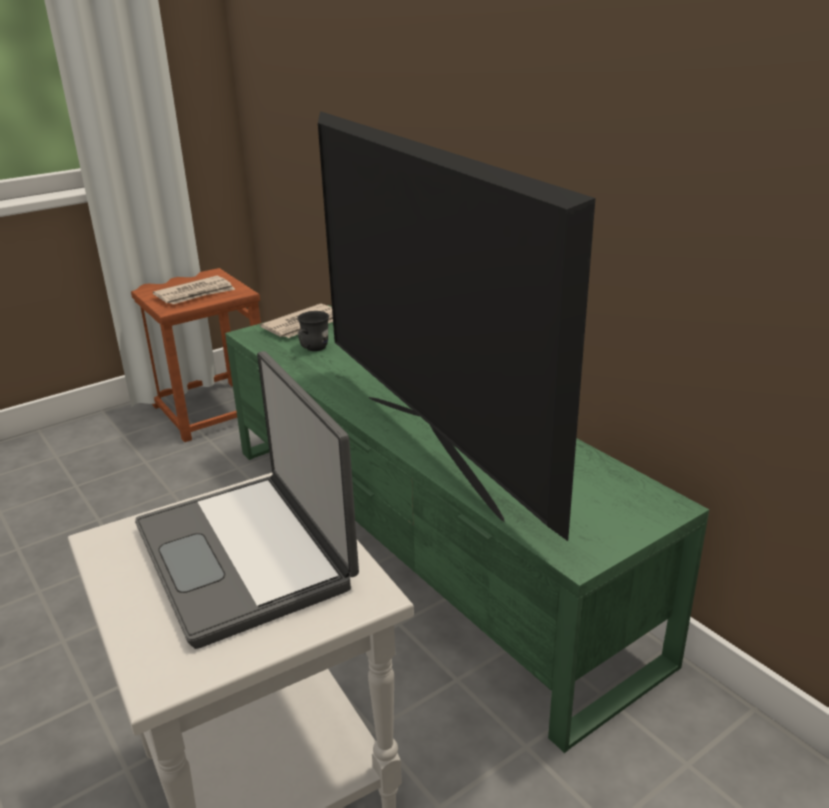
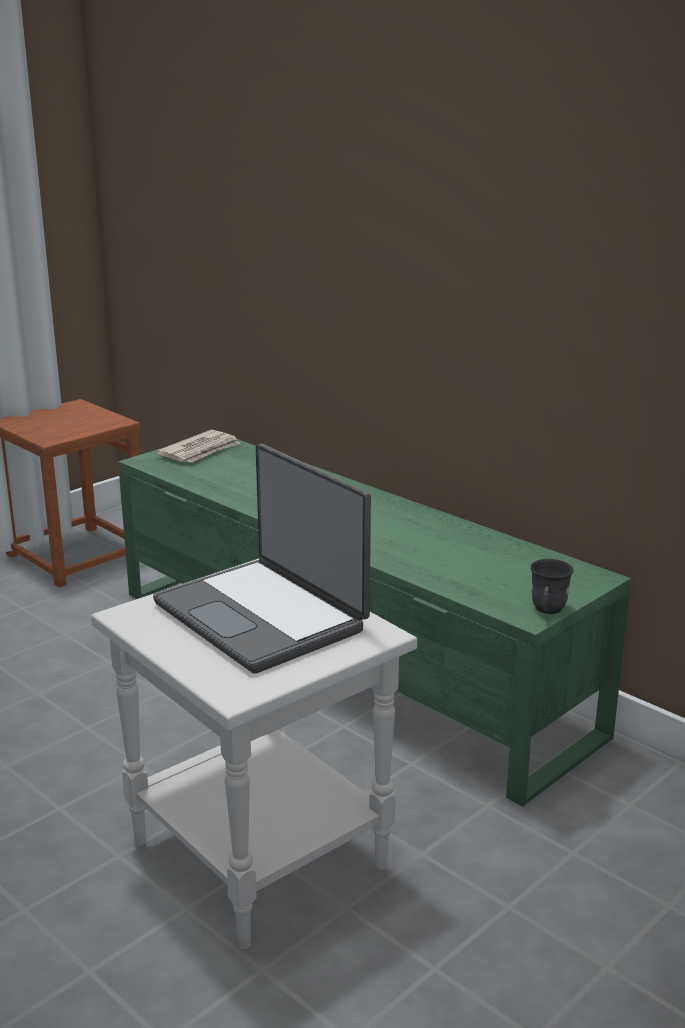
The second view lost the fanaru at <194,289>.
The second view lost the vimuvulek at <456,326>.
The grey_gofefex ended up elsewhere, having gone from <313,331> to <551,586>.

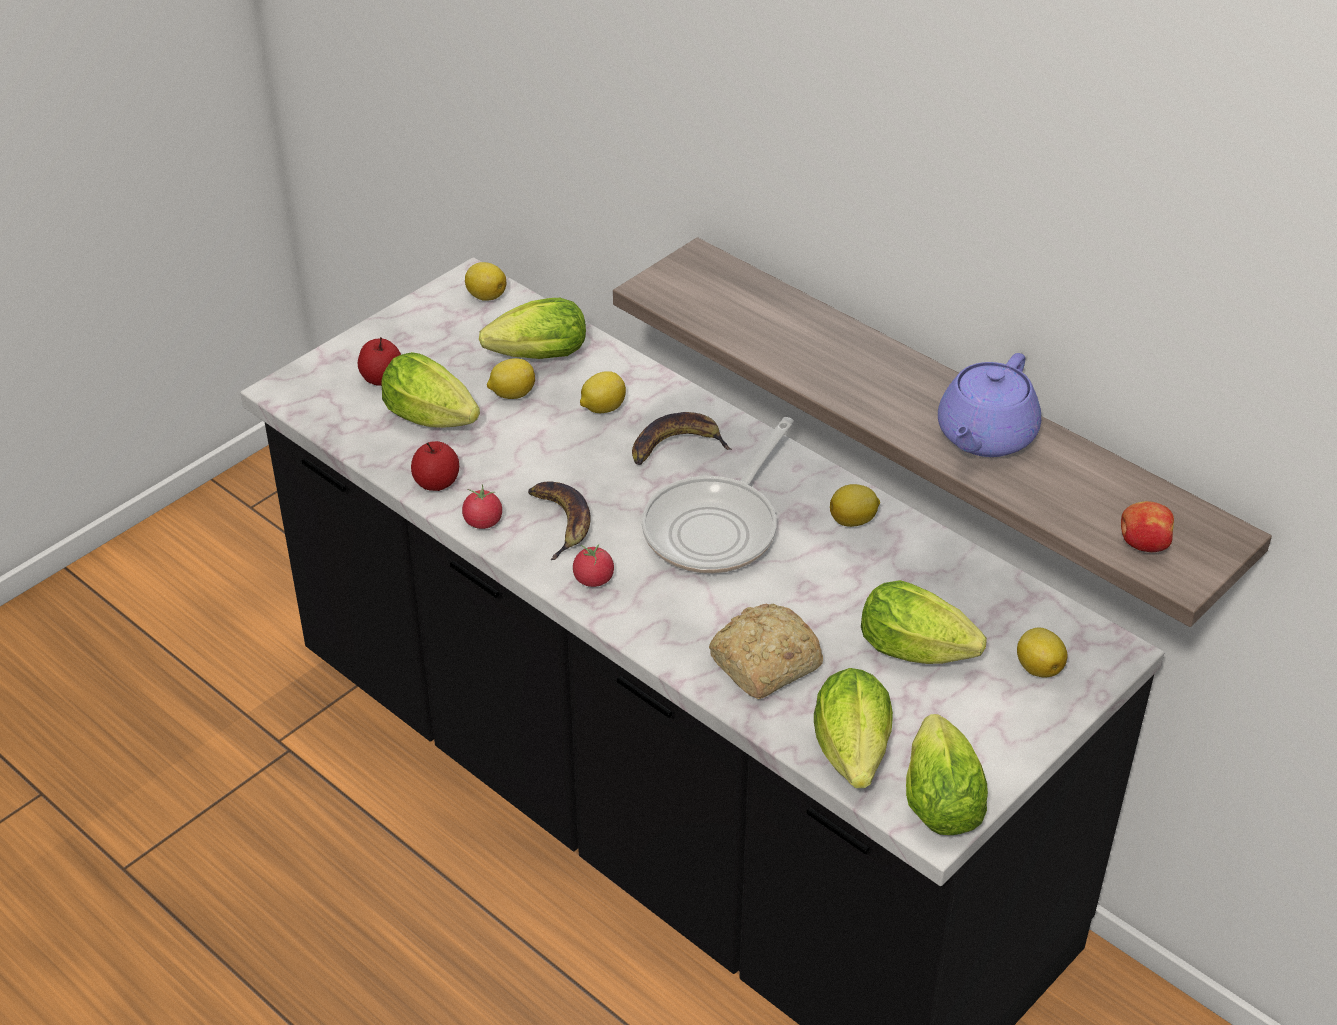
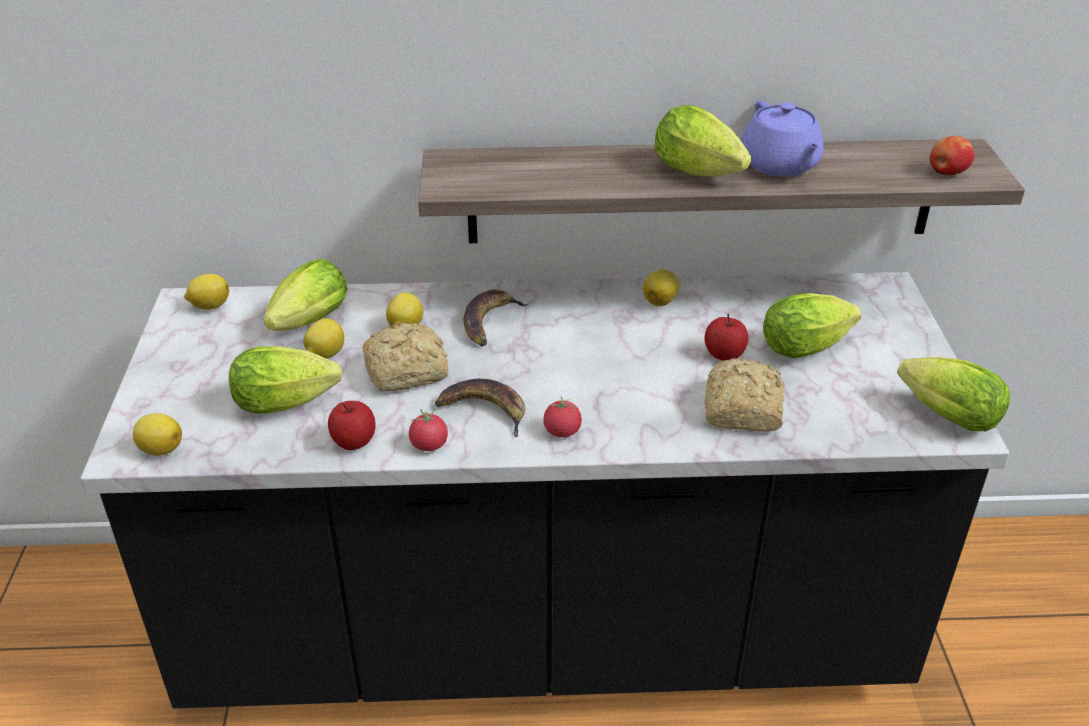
The second view lost the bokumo at <718,495>.
The second view gained the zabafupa at <406,357>.
The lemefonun ended up elsewhere, having gone from <379,361> to <726,337>.
The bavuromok ended up elsewhere, having gone from <853,728> to <703,141>.
The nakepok ended up elsewhere, having gone from <1042,652> to <157,434>.

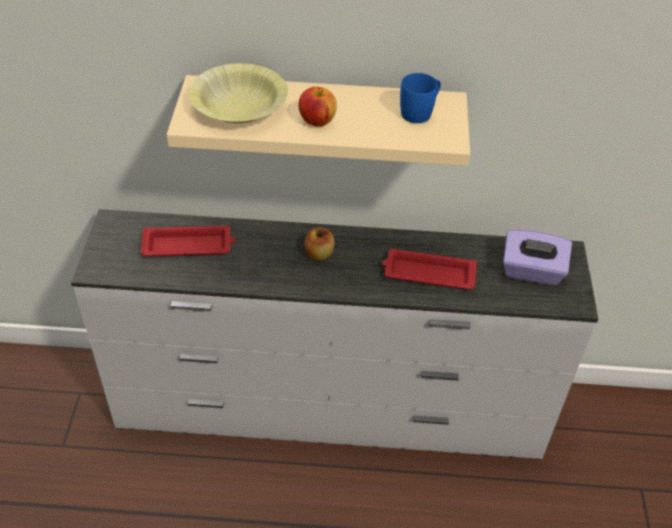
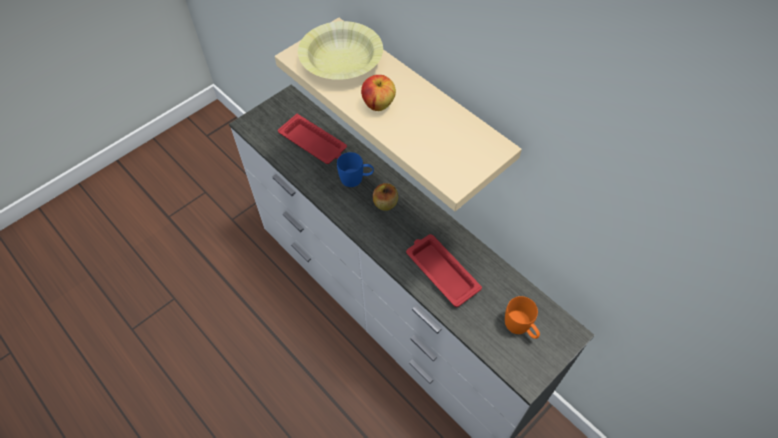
The blue_gofefex ended up elsewhere, having gone from <420,98> to <355,169>.
Where the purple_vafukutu stood at <537,257>, the orange_gofefex came to stand at <522,317>.

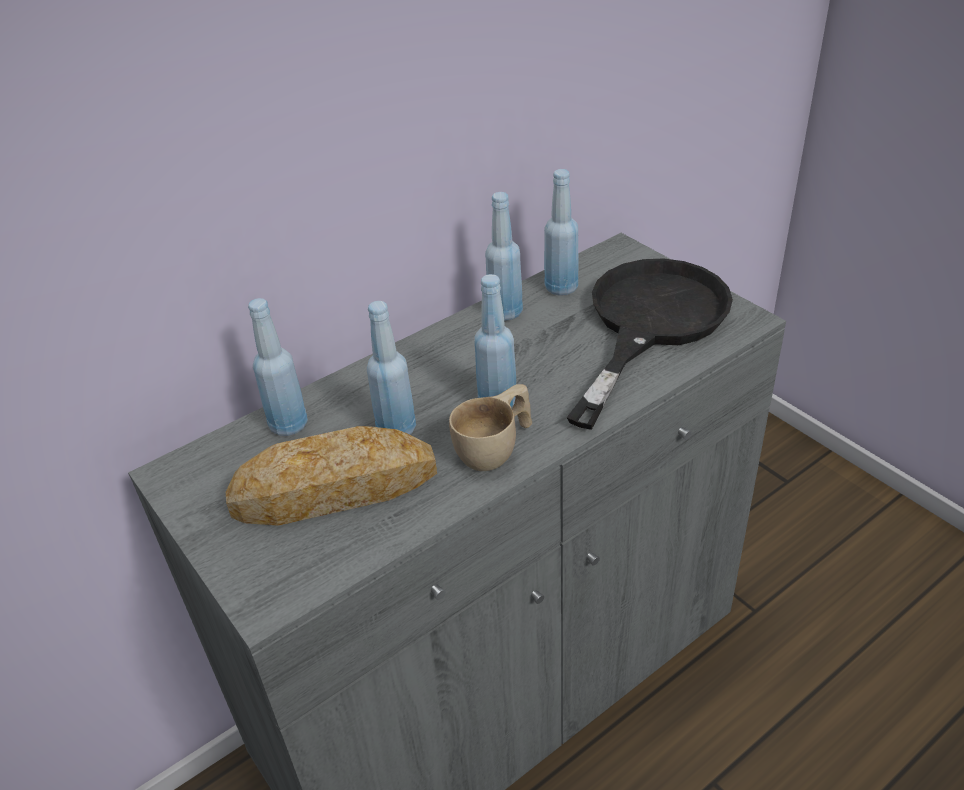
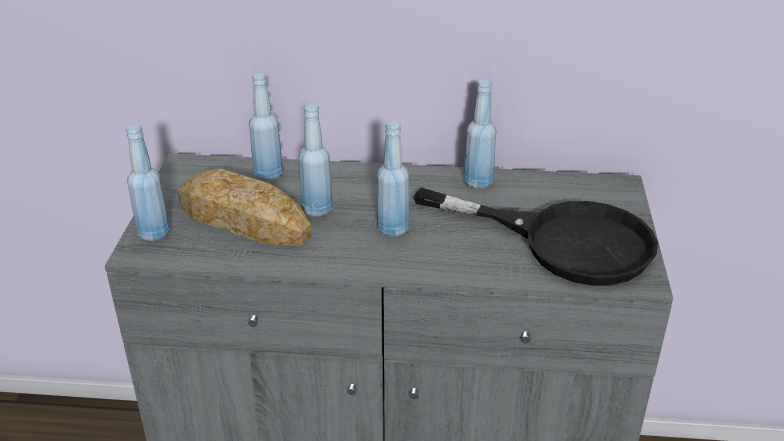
The second view lost the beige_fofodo at <490,427>.
The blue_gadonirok ended up elsewhere, having gone from <561,232> to <148,182>.
The black_bokumo at <650,344> ended up facing another way, 45 degrees clockwise from before.

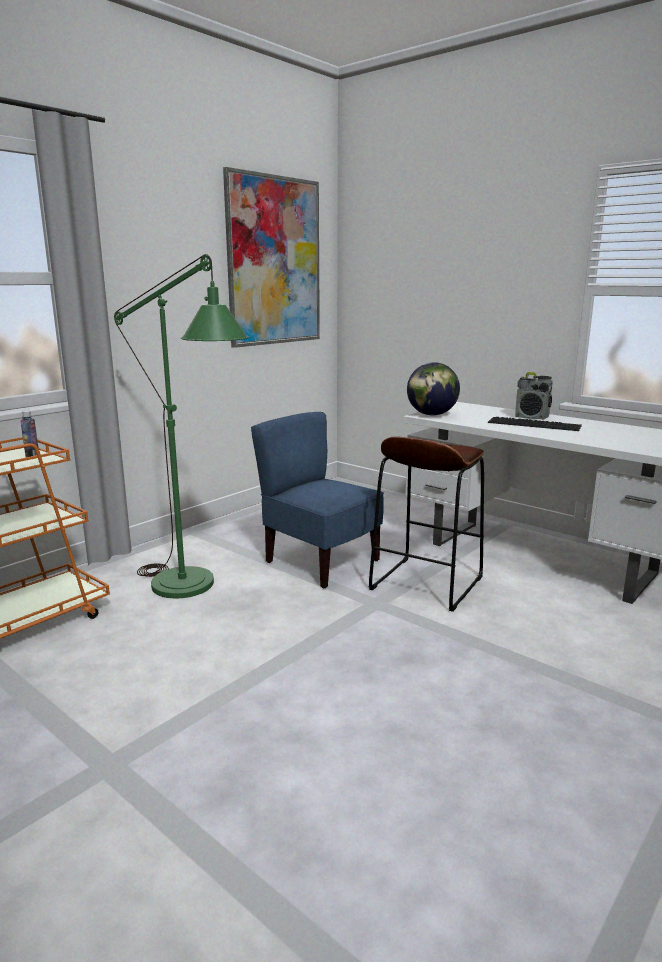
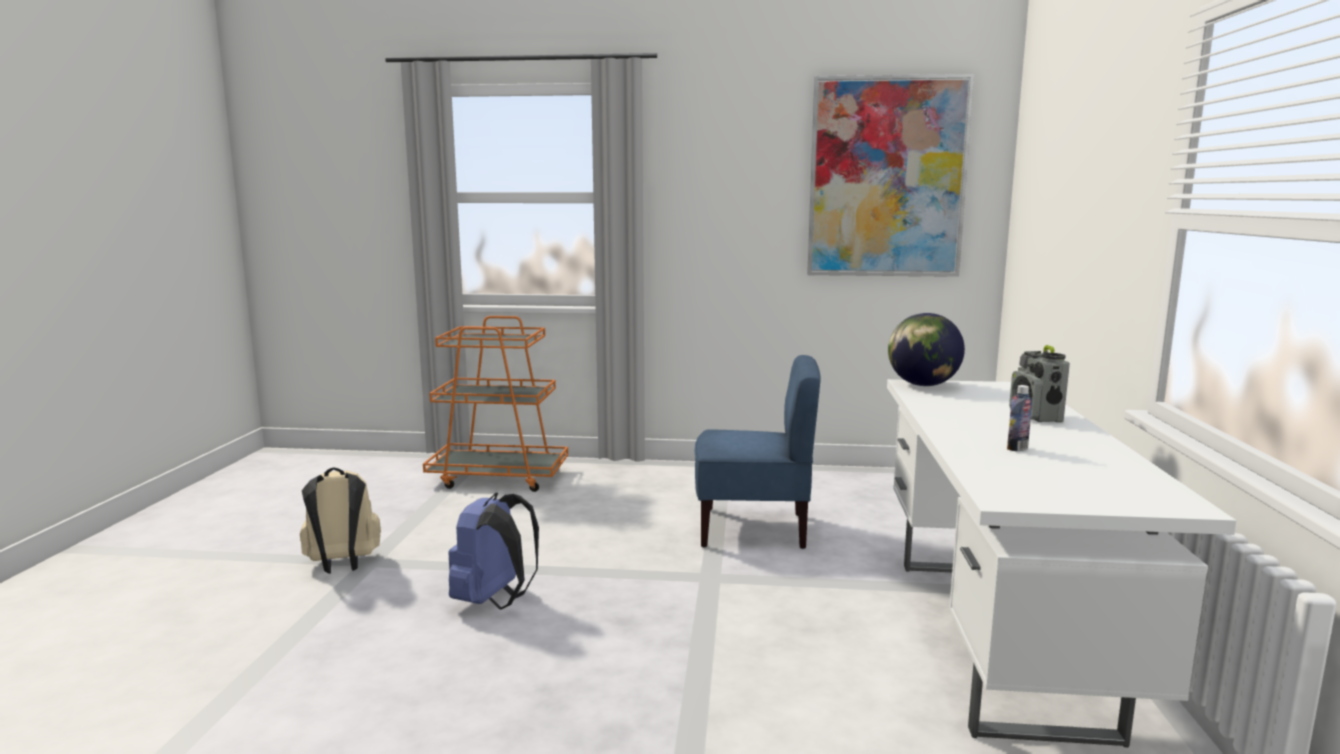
The second view lost the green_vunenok at <181,426>.
The second view lost the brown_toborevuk at <426,524>.
The second view lost the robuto at <535,424>.
The second view gained the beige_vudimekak at <340,520>.
The second view gained the blue_vudimekak at <494,551>.
The gadonirok ended up elsewhere, having gone from <29,434> to <1020,418>.
The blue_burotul at <317,500> ended up facing another way, 90 degrees clockwise from before.

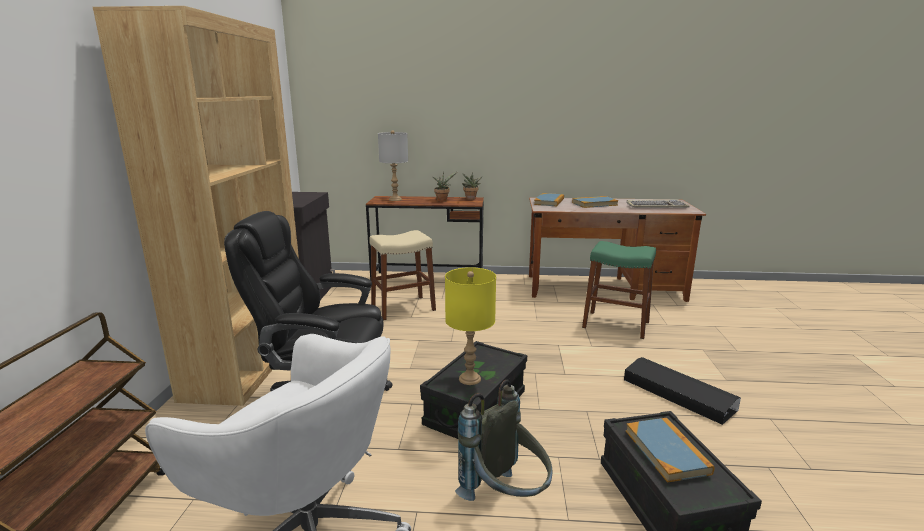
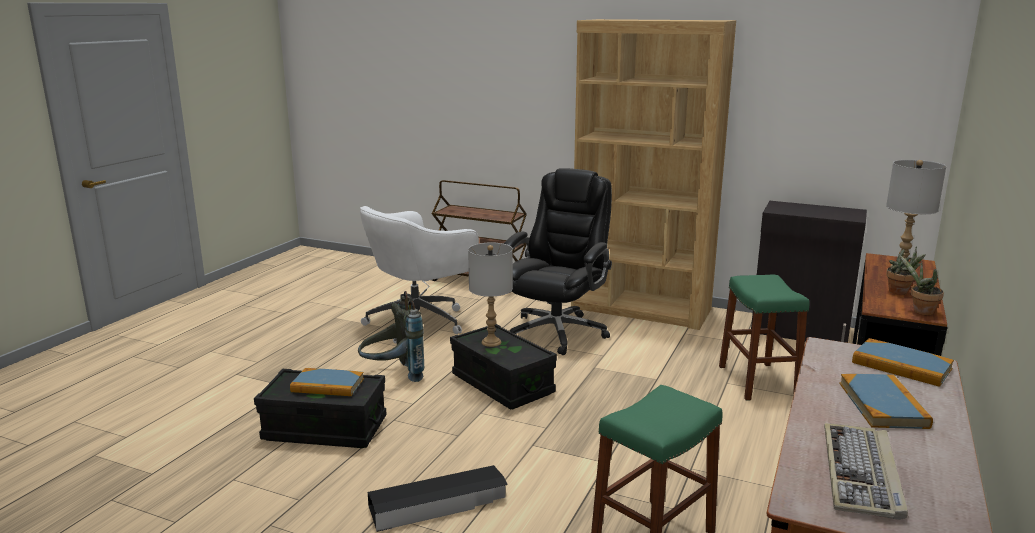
What was the beige_toborevuk at <402,275> turned into the green_toborevuk at <764,338>.
What was the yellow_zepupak at <470,326> turned into the grey_zepupak at <490,295>.

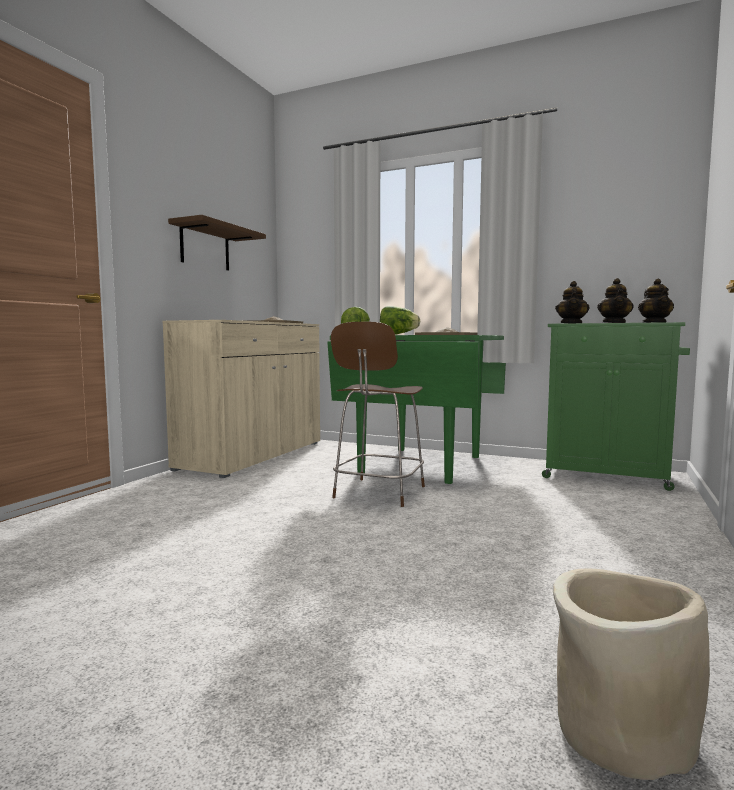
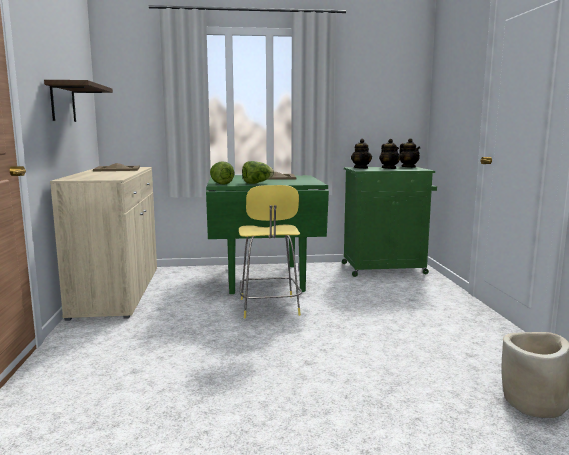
What was the brown_toborevuk at <378,414> turned into the yellow_toborevuk at <270,251>.

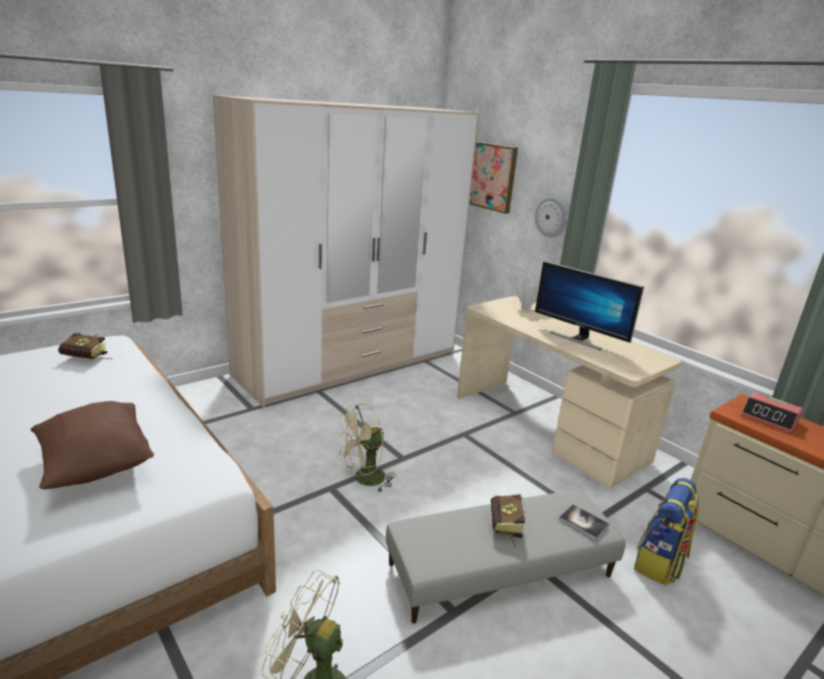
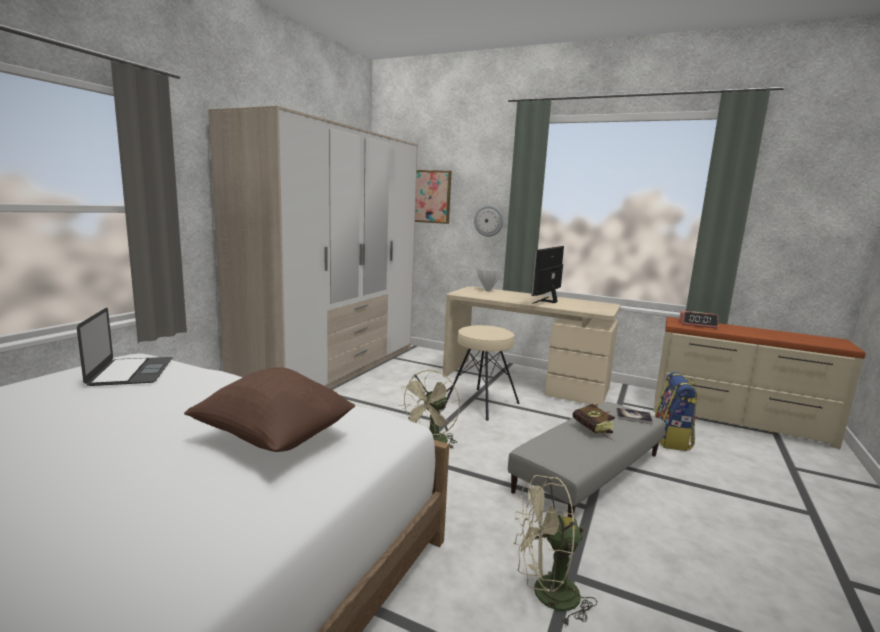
The second view gained the beige_toborevuk at <483,373>.
Where the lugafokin stood at <85,346>, the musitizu came to stand at <124,347>.
The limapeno at <589,305> ended up facing another way, 105 degrees clockwise from before.

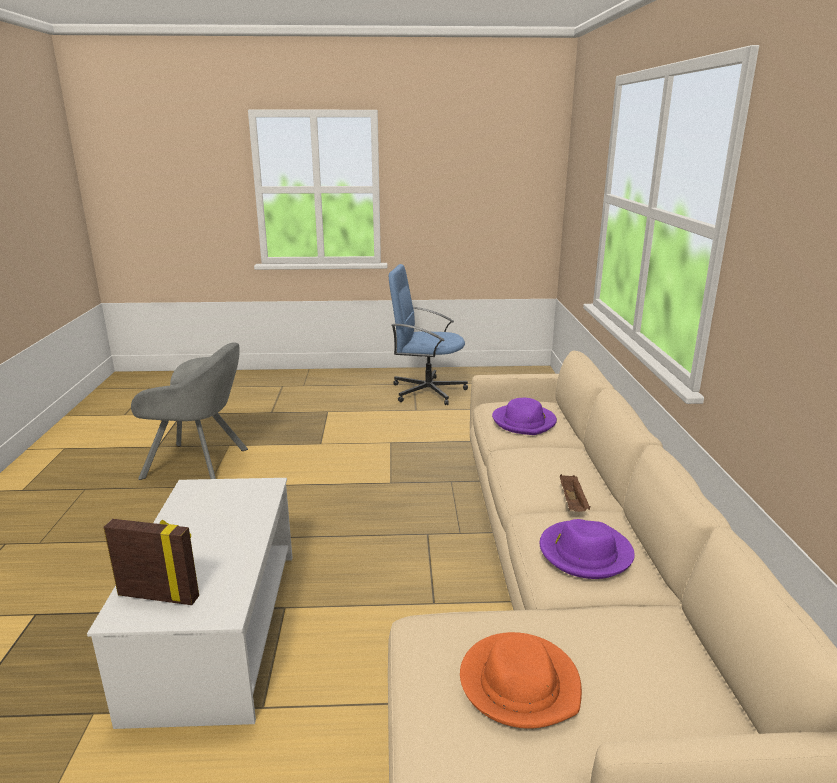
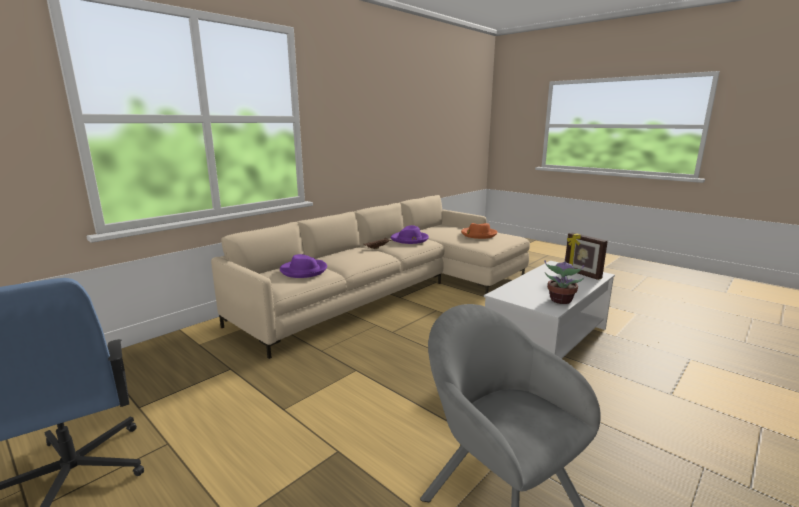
The second view gained the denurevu at <564,280>.

